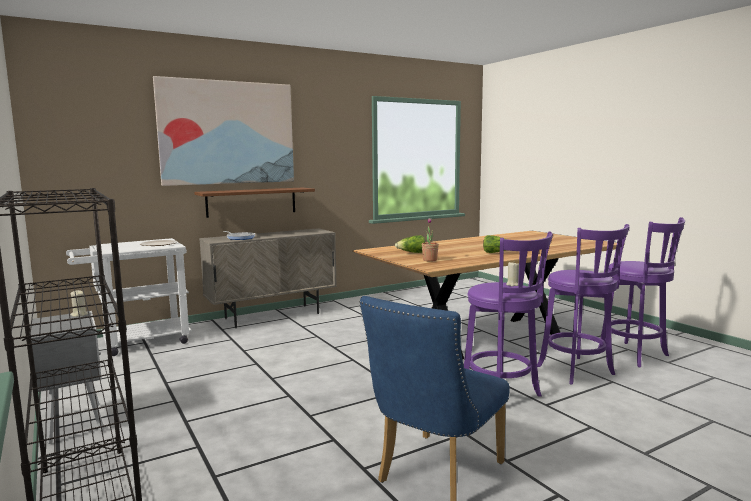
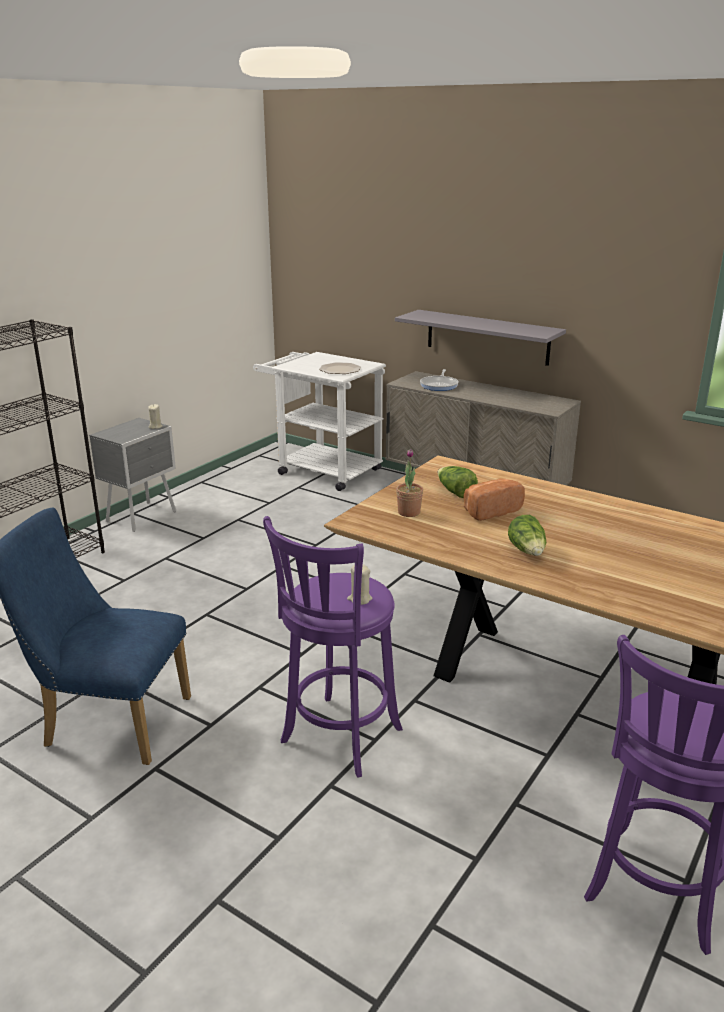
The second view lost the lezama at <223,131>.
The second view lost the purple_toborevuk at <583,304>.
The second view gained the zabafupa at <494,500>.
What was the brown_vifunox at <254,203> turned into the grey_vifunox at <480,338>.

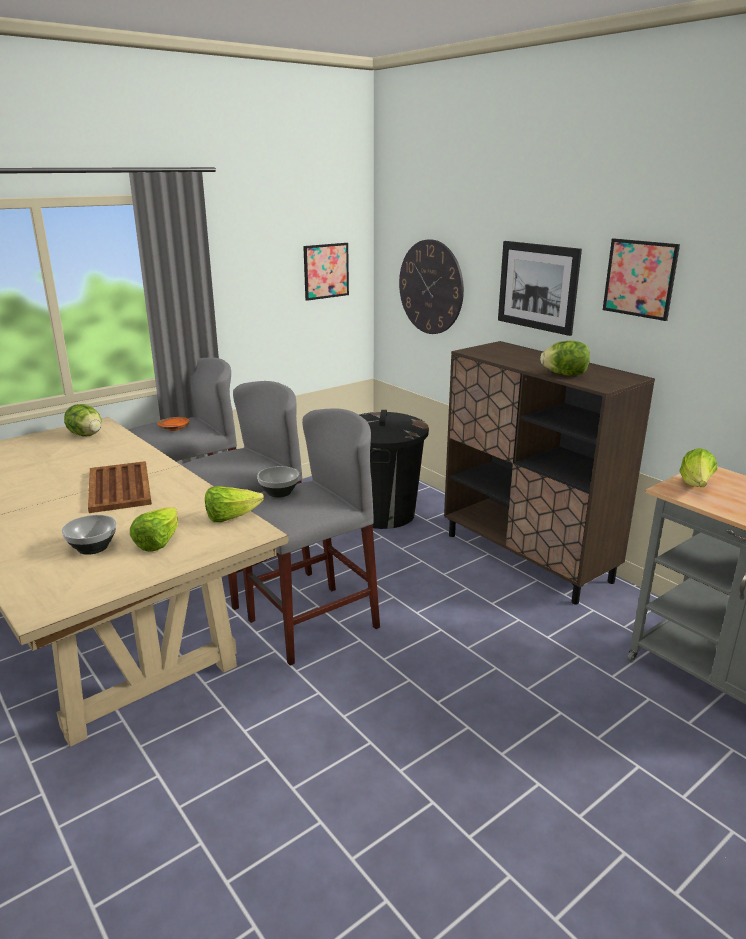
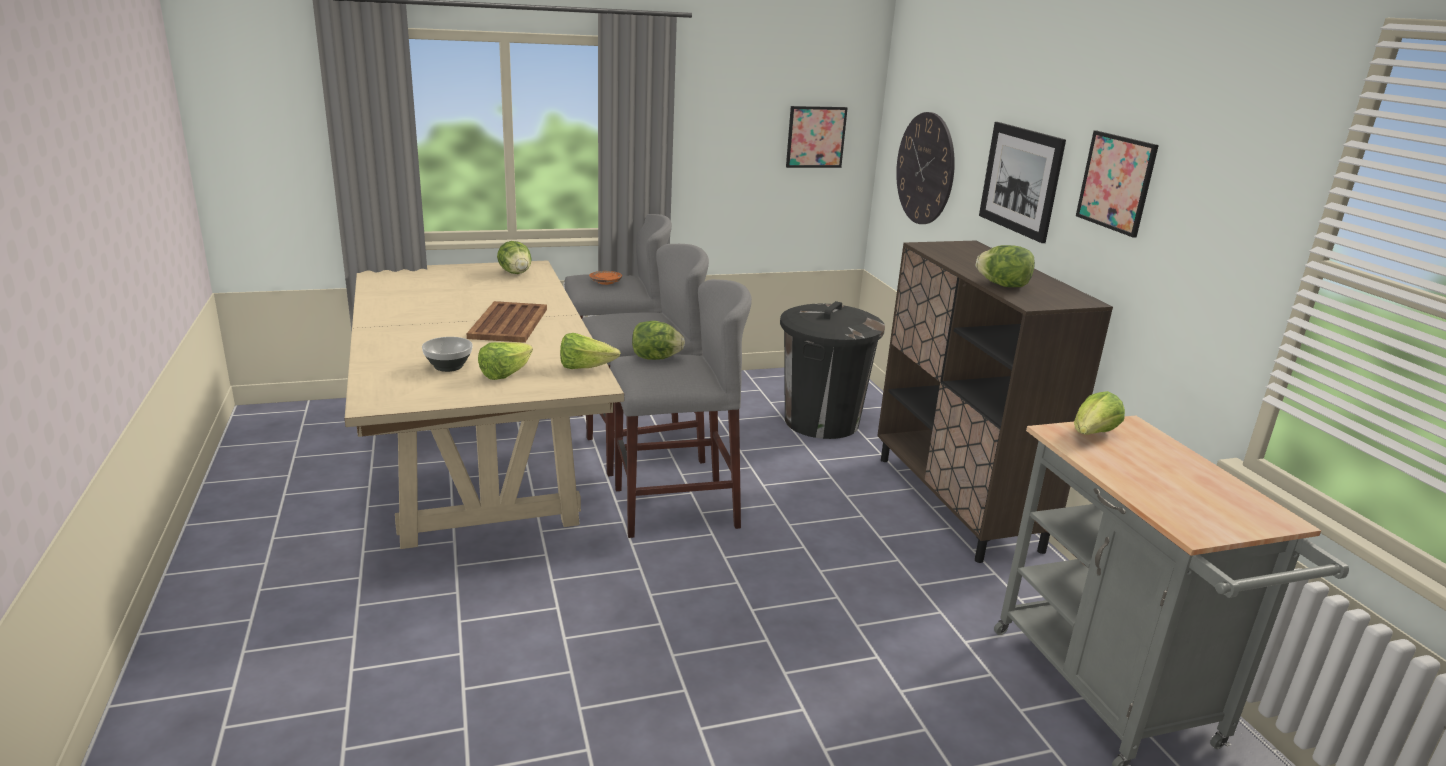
Where the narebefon stood at <278,482>, the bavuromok came to stand at <658,340>.

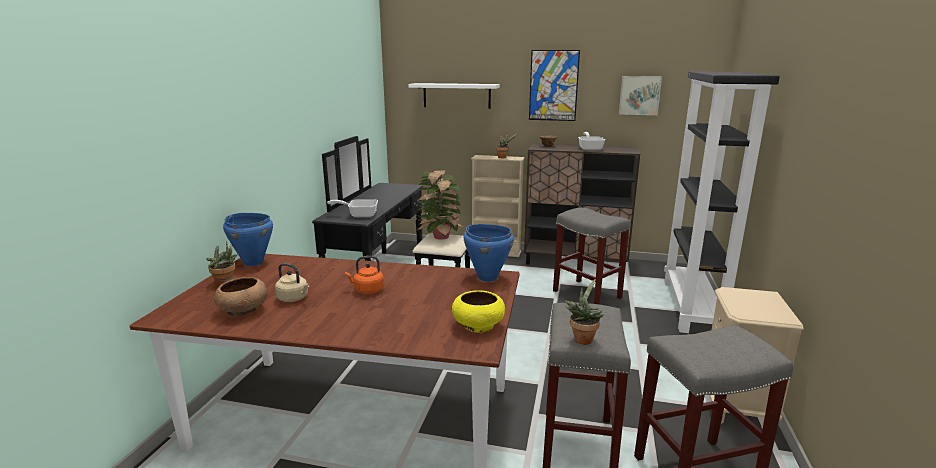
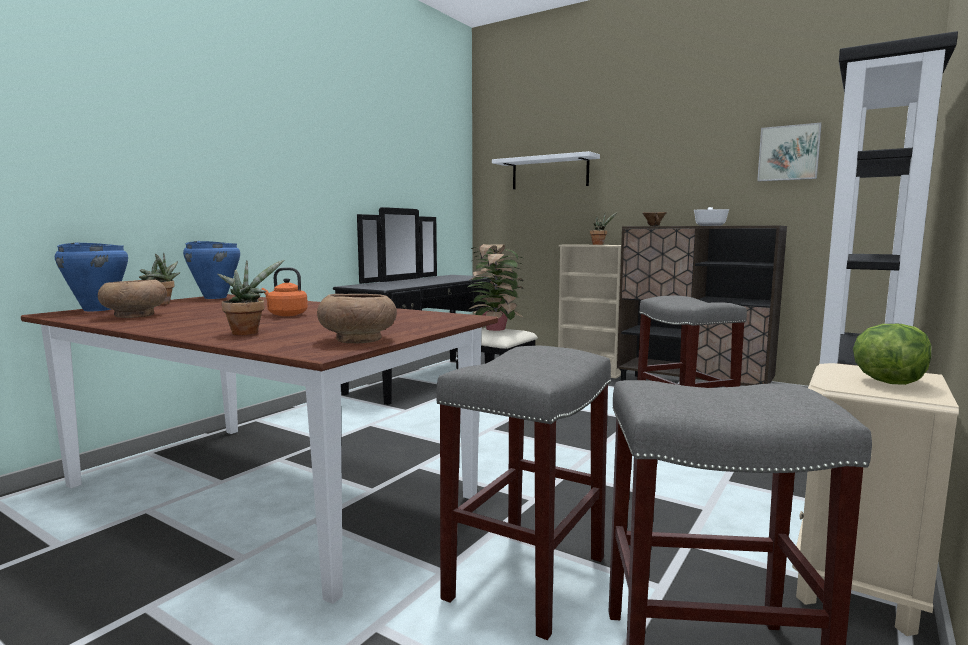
The second view lost the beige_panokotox at <292,282>.
The second view lost the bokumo at <352,208>.
The second view lost the lezama at <554,85>.
The second view gained the bavuromok at <892,354>.
The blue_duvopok ended up elsewhere, having gone from <488,253> to <91,276>.
The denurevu ended up elsewhere, having gone from <584,312> to <250,297>.
What was the yellow_narebefon at <478,311> turned into the brown_narebefon at <357,318>.

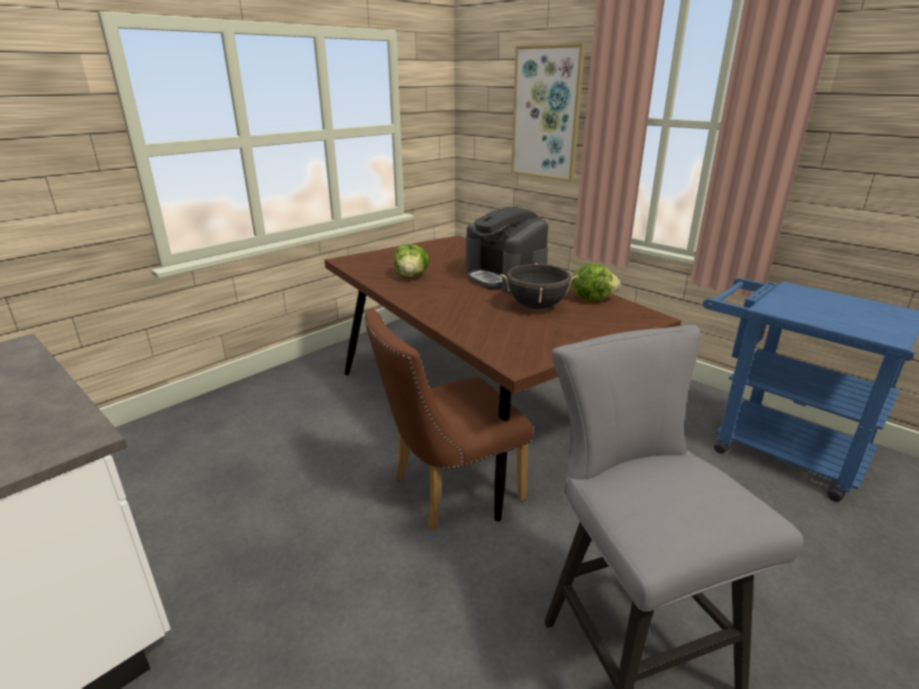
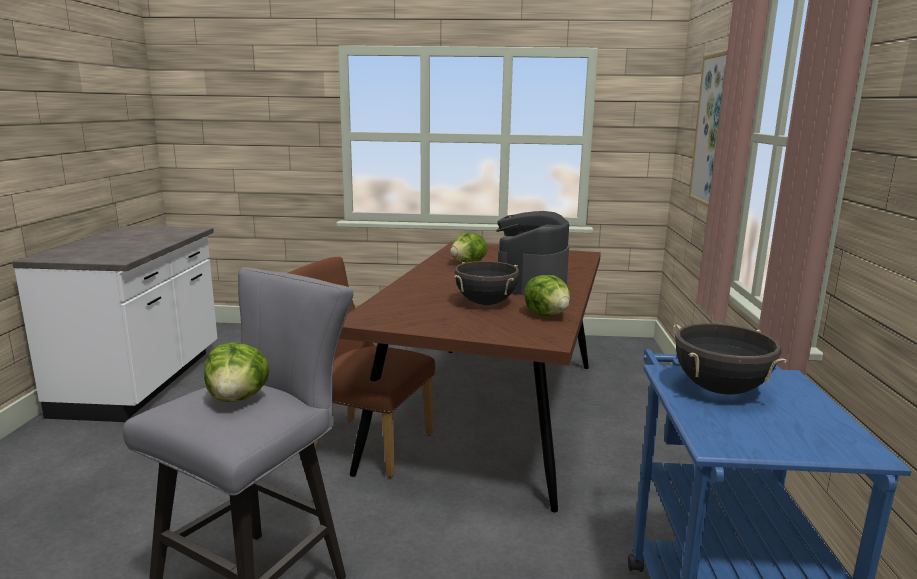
The second view gained the bavuromok at <237,372>.
The second view gained the black_duvopok at <731,359>.

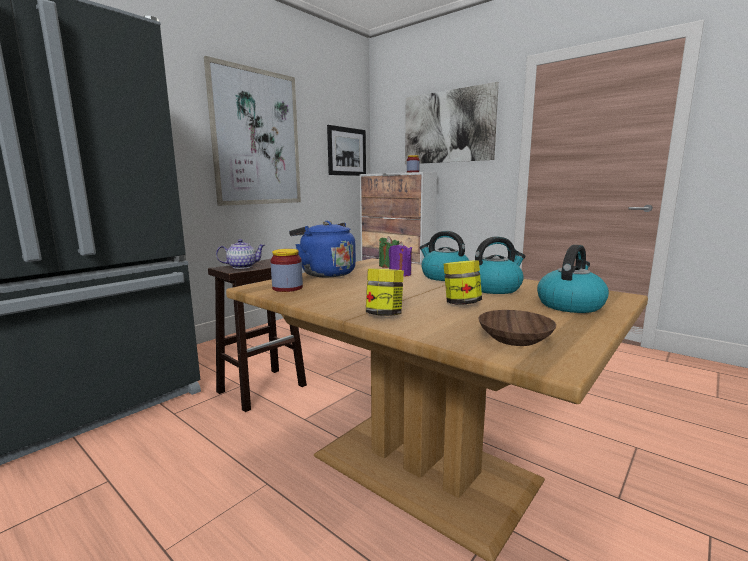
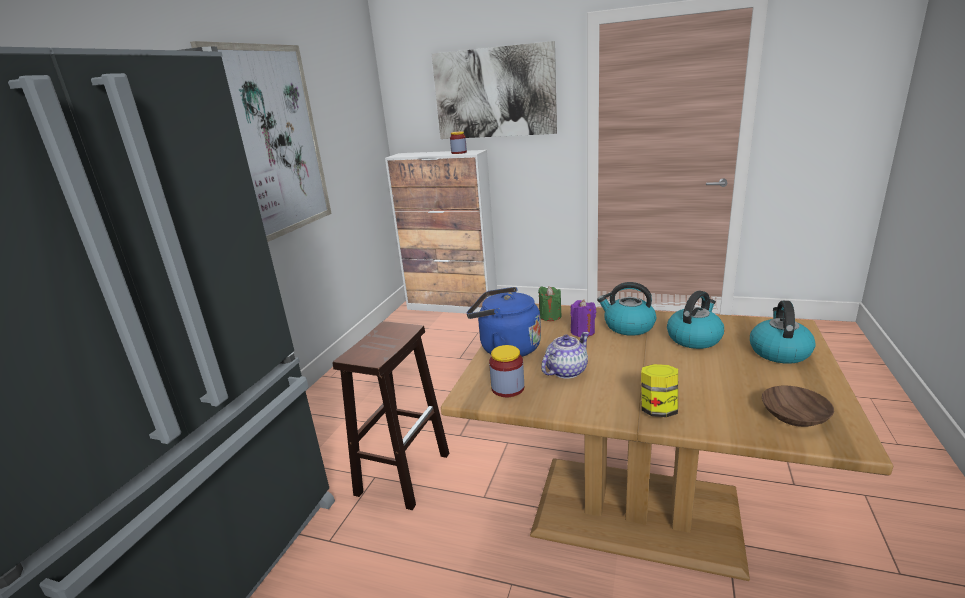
The second view lost the lezama at <346,150>.
The second view lost the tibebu at <463,282>.
The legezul ended up elsewhere, having gone from <240,254> to <565,355>.

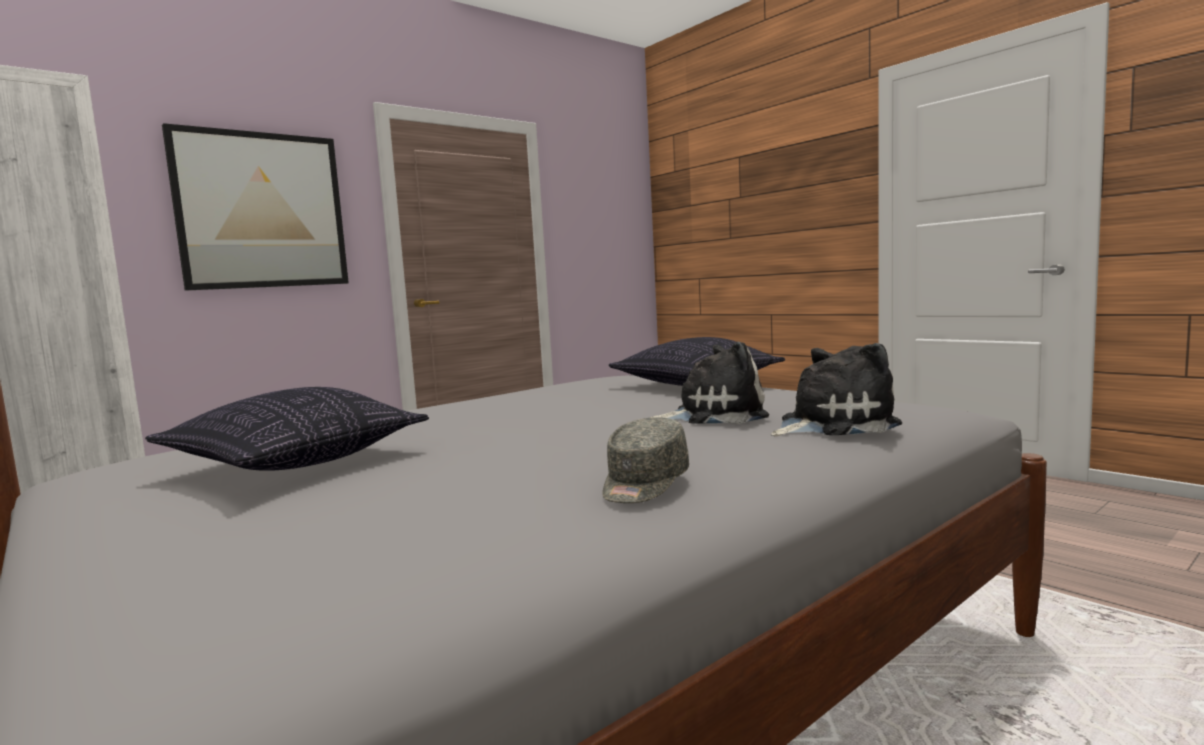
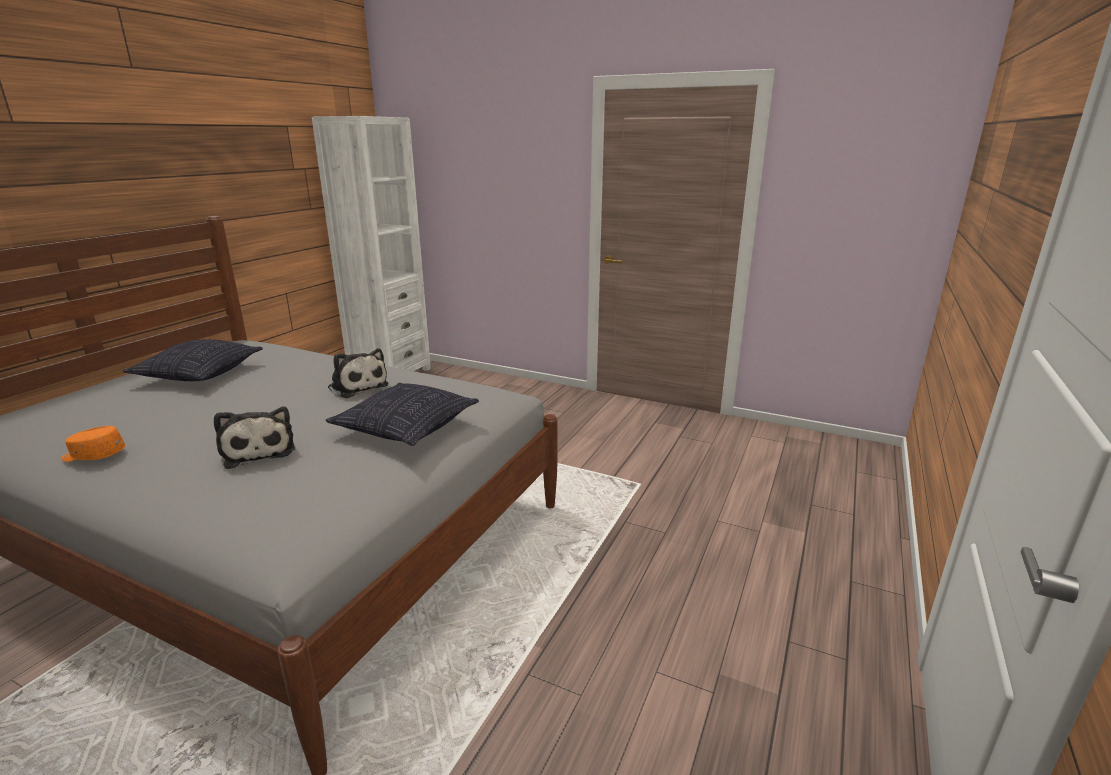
The second view lost the lezama at <255,207>.
The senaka ended up elsewhere, having gone from <836,389> to <358,373>.
What was the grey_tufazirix at <645,460> turned into the orange_tufazirix at <93,444>.

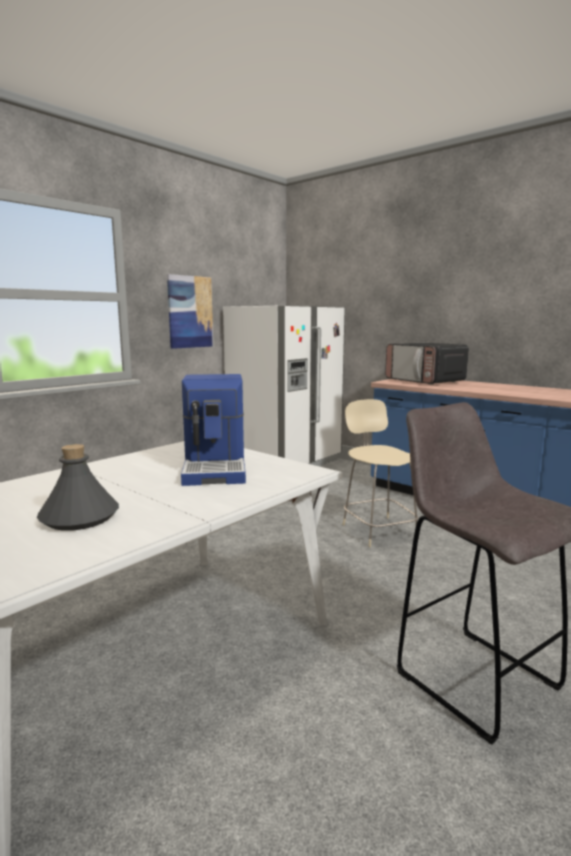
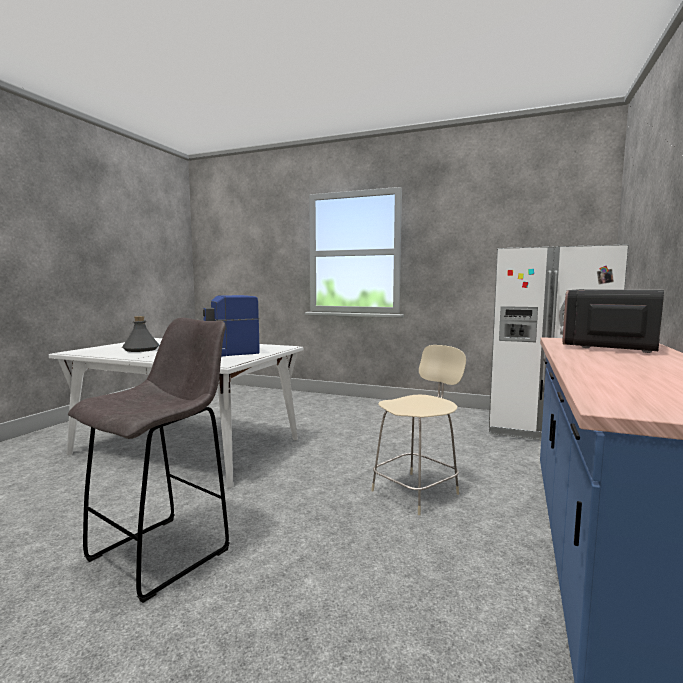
The second view lost the lezama at <190,311>.

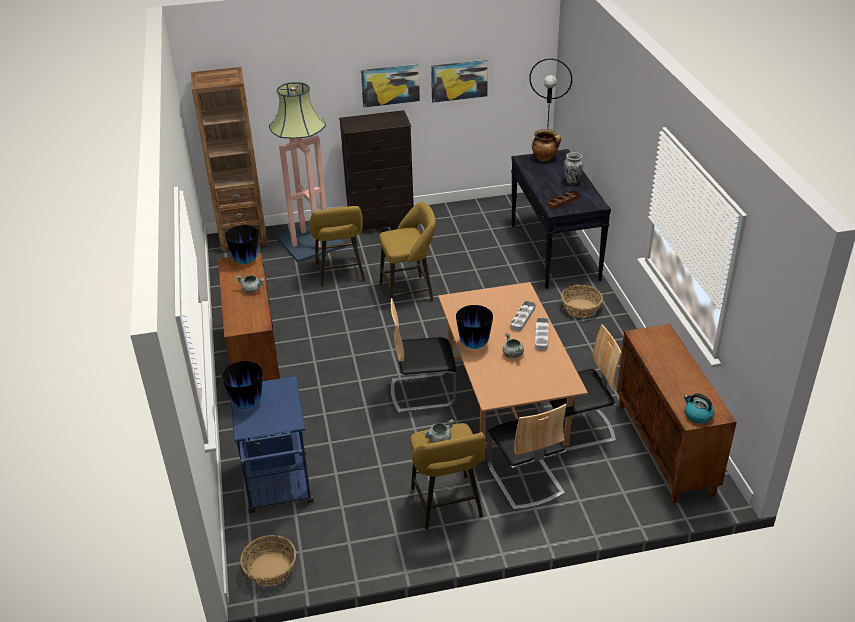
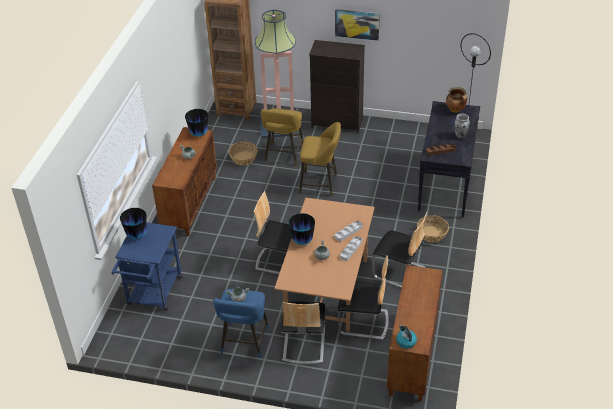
The second view lost the lezama at <459,81>.
The second view gained the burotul at <400,250>.
The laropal ended up elsewhere, having gone from <268,560> to <243,153>.
What was the yellow_toborevuk at <447,476> turned into the blue_toborevuk at <241,323>.

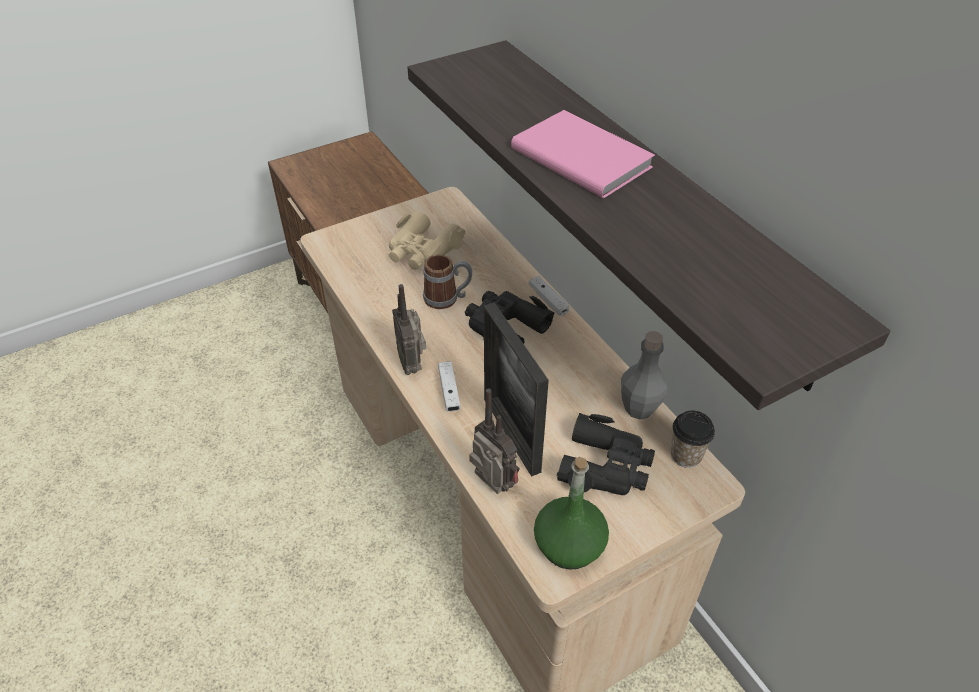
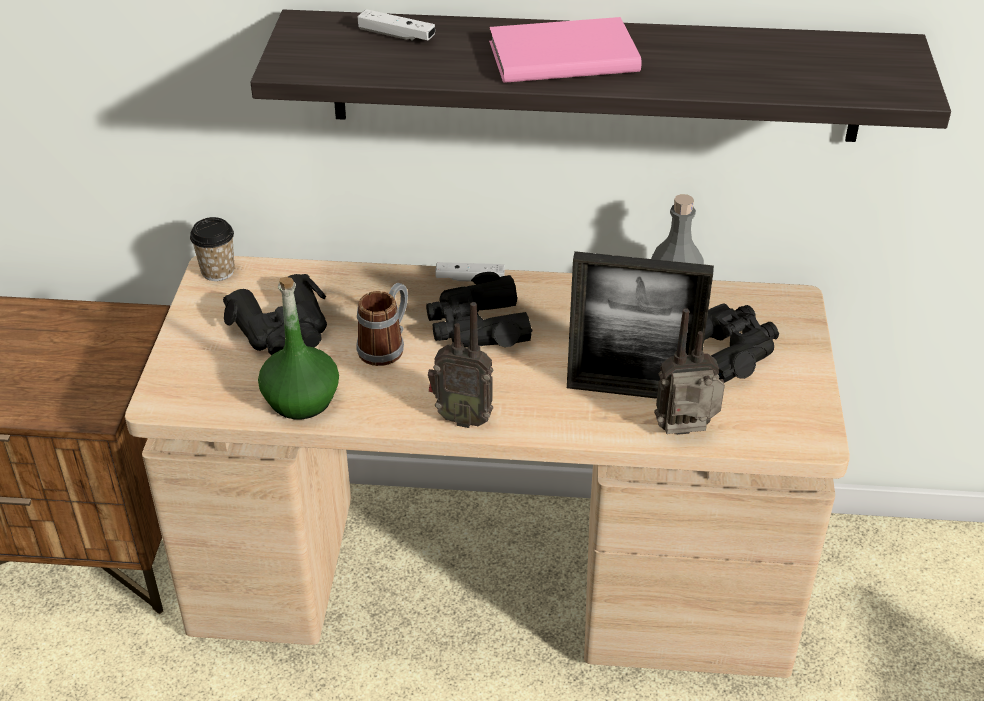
The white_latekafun ended up elsewhere, having gone from <449,386> to <396,25>.
The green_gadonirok ended up elsewhere, having gone from <571,513> to <298,348>.
The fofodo ended up elsewhere, having gone from <693,439> to <212,249>.
What was the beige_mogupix at <427,240> turned into the black_mogupix at <275,314>.

